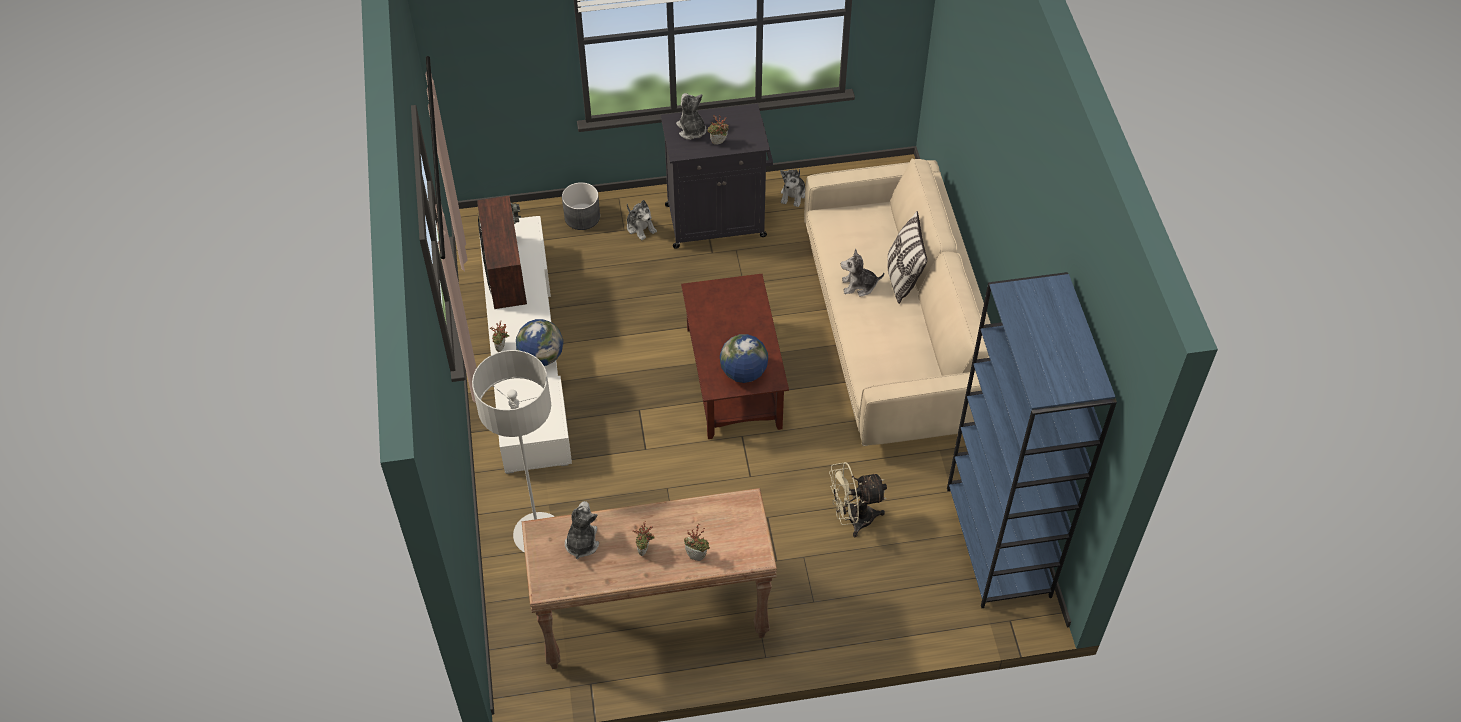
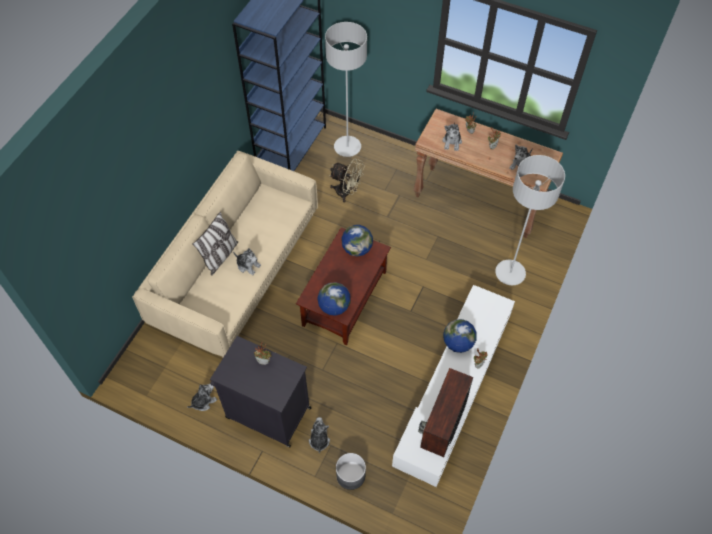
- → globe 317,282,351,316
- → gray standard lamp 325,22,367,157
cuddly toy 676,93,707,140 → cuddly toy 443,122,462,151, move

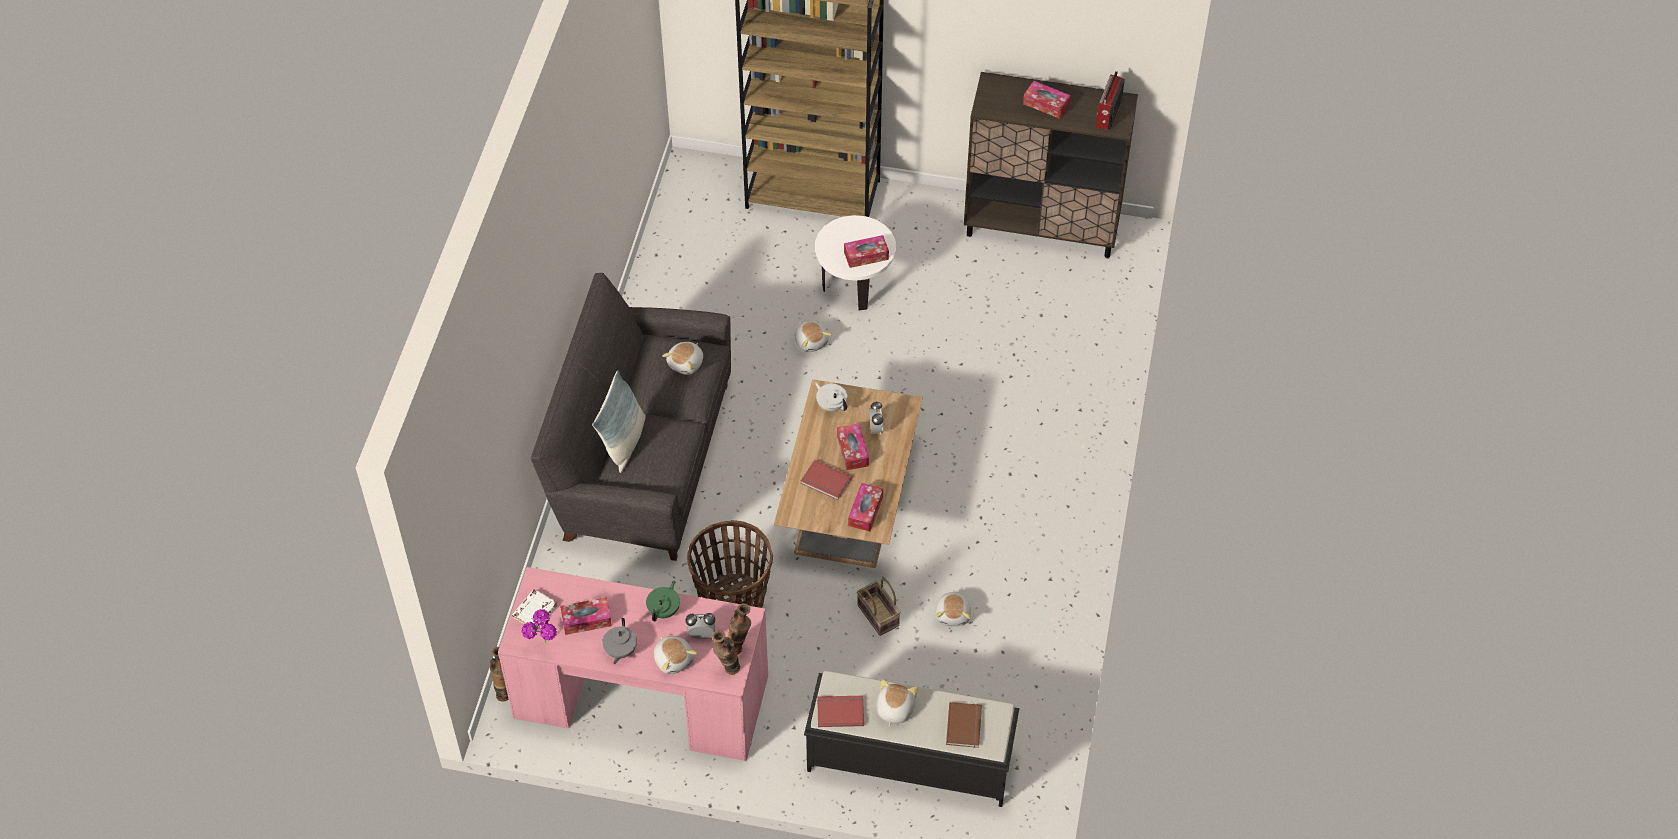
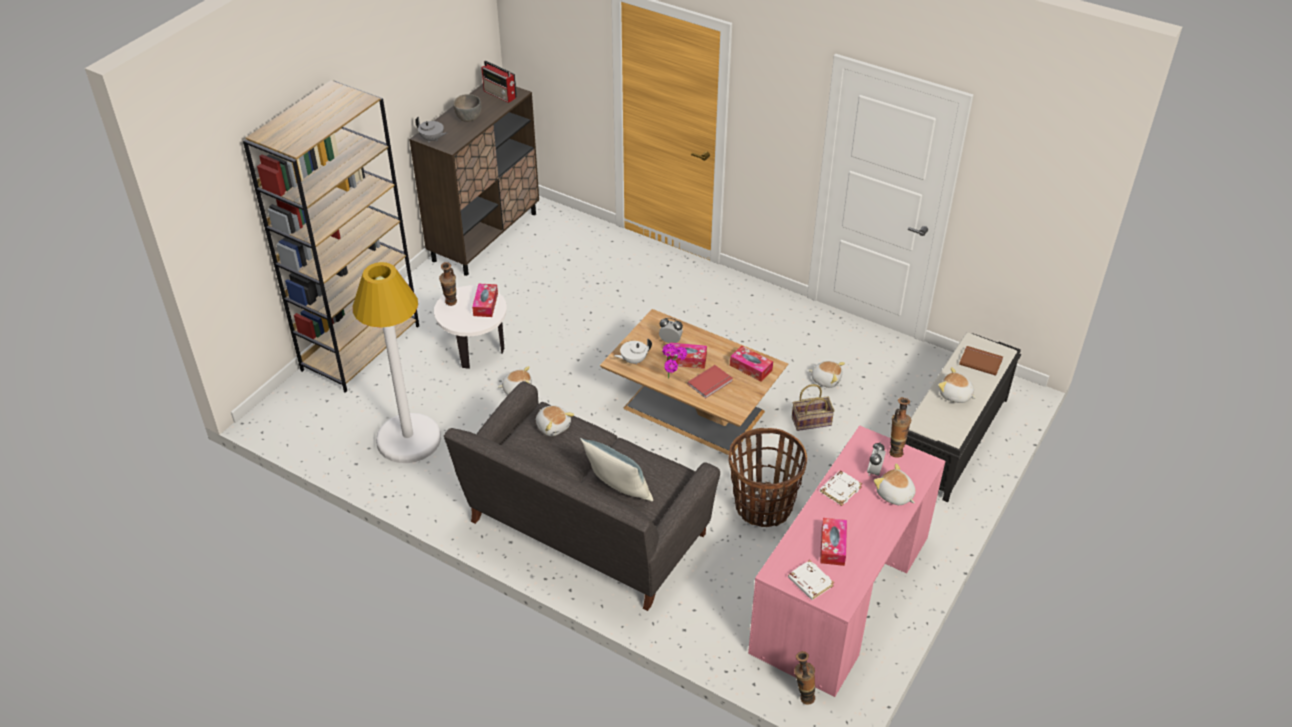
red-coloured bound book 817,696,864,727 → -
- → white-coloured standard lamp 353,262,441,463
potted plant 521,609,557,643 → potted plant 662,343,687,378, move
gray pot for tea 602,618,637,664 → gray pot for tea 415,117,447,143, move
vase 712,630,740,675 → vase 439,262,457,306, move
green-coloured pot for tea 646,581,680,622 → white-coloured bound book 820,470,862,506
tissue box 1023,81,1071,119 → gray serving bowl 454,94,481,122
cuddly toy 654,636,698,674 → cuddly toy 874,463,916,505, 120 degrees counterclockwise

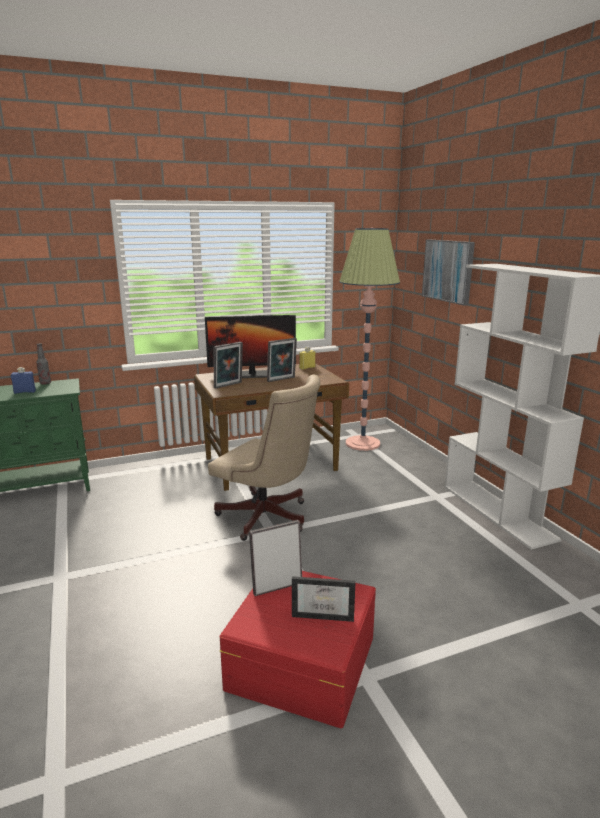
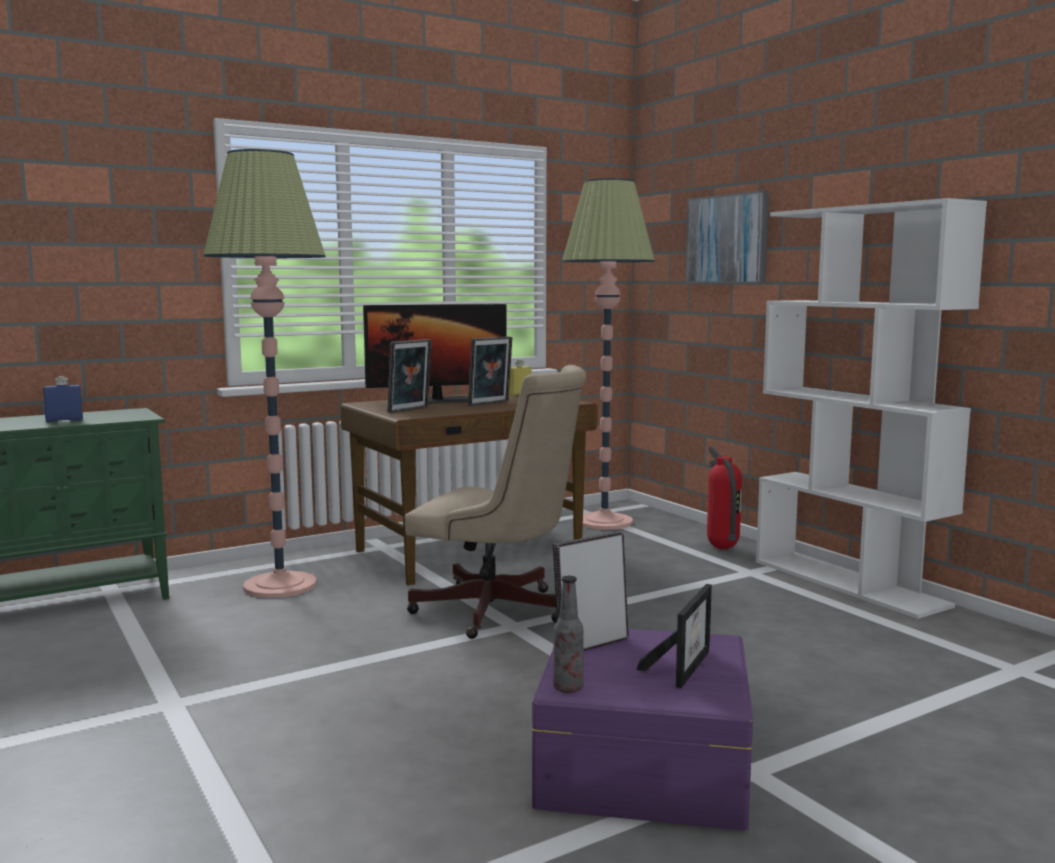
- → standard lamp 203,149,326,598
- → extinguisher 707,446,742,549
drink bottle 36,343,51,385 → drink bottle 553,576,584,693, move
red-coloured storage bin 220,571,376,728 → purple-coloured storage bin 532,629,753,830
picture frame 292,576,356,622 → picture frame 637,584,712,688, 60 degrees counterclockwise

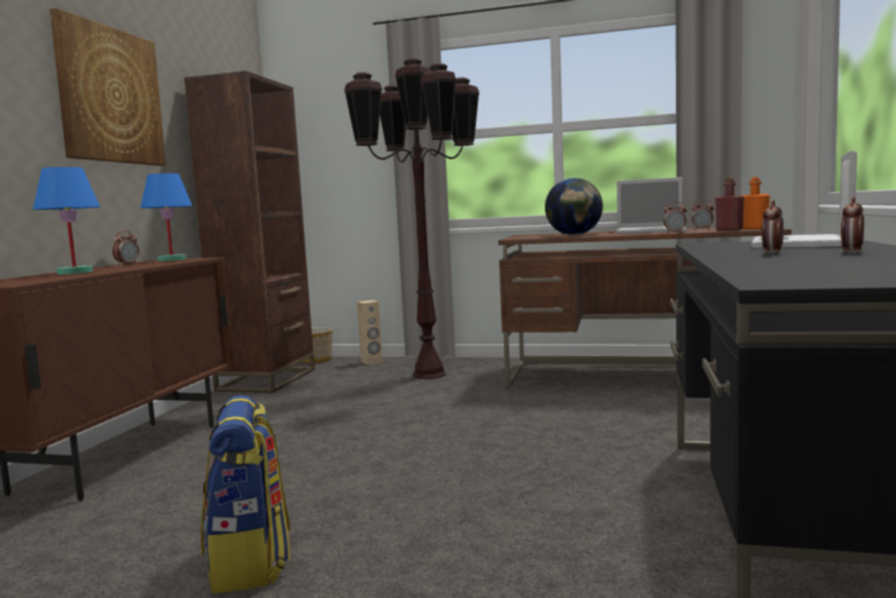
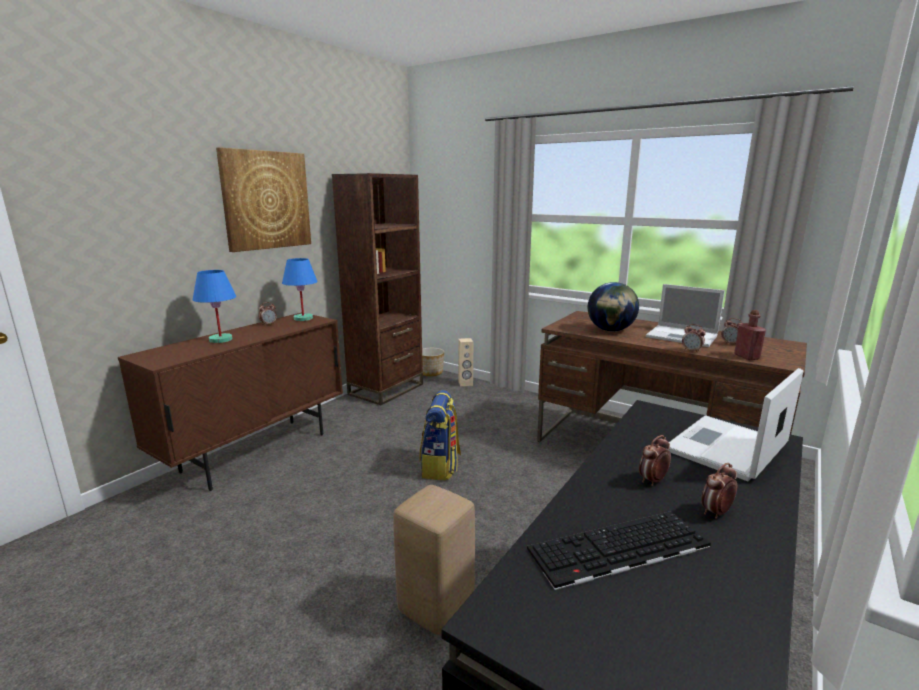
brown-coloured standard lamp 344,58,479,379 → -
orangey drink bottle 743,177,770,229 → -
- → sand-coloured sitting stool 393,485,475,636
- → PC keyboard 527,511,711,590
backpack 201,395,290,594 → backpack 419,390,461,480, move

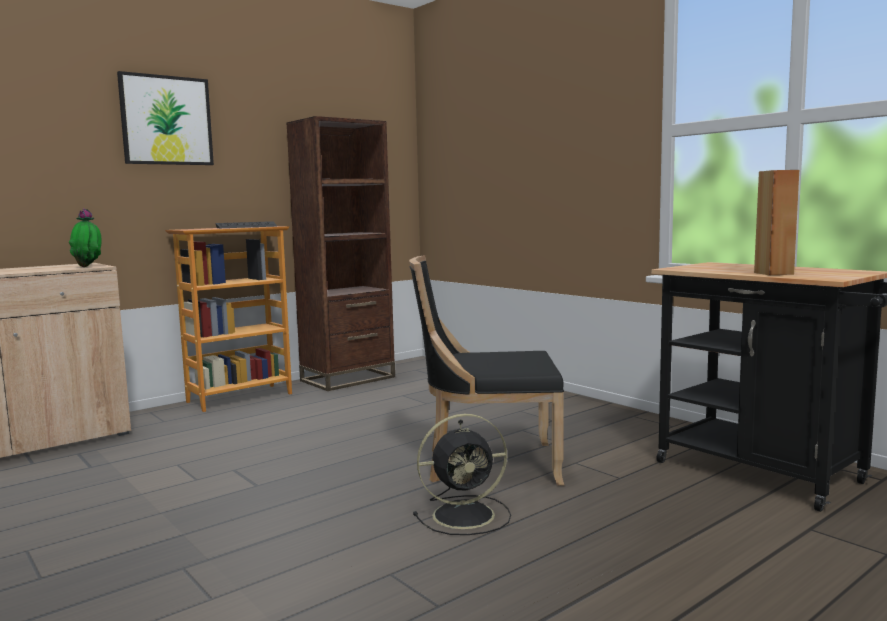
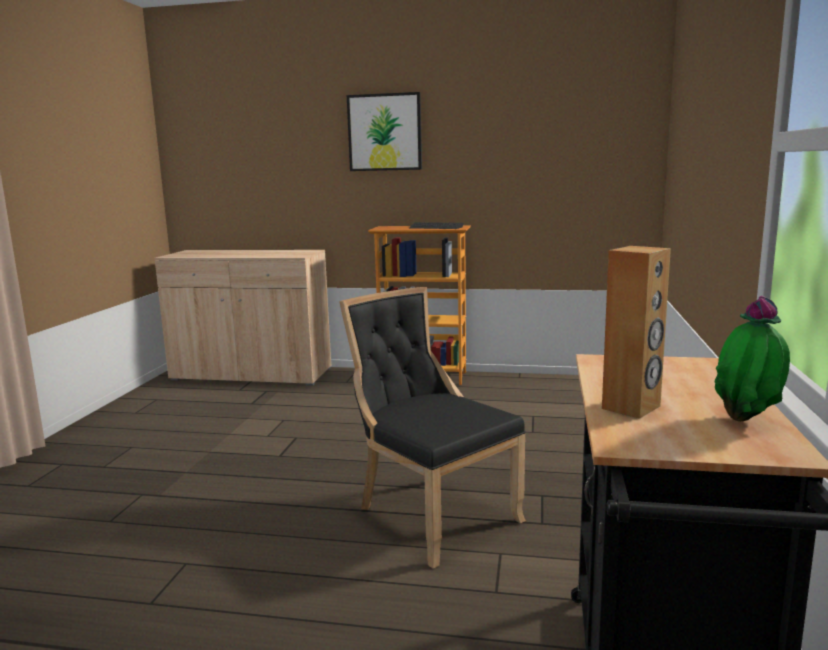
brown-coloured bookcase 286,116,395,391 → -
blackish electric fan 413,414,511,535 → -
potted plant 69,208,102,267 → potted plant 715,296,790,421, move

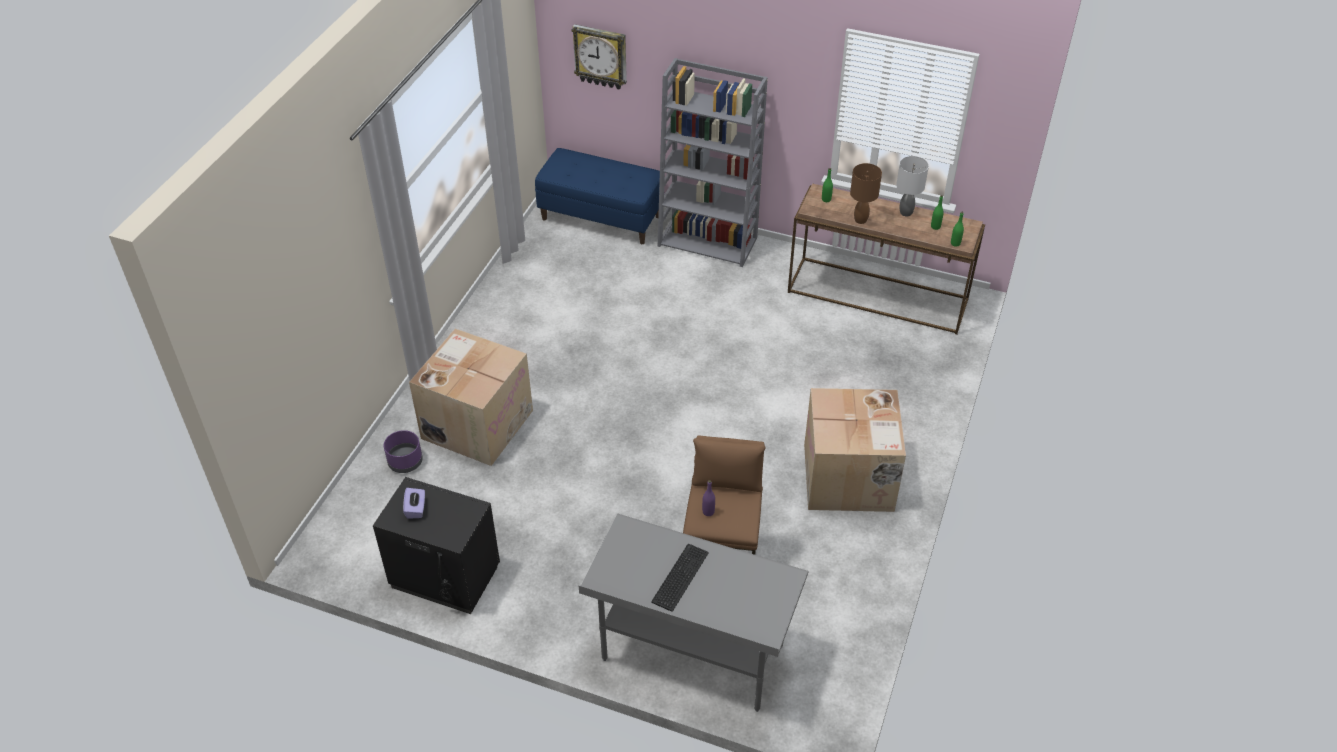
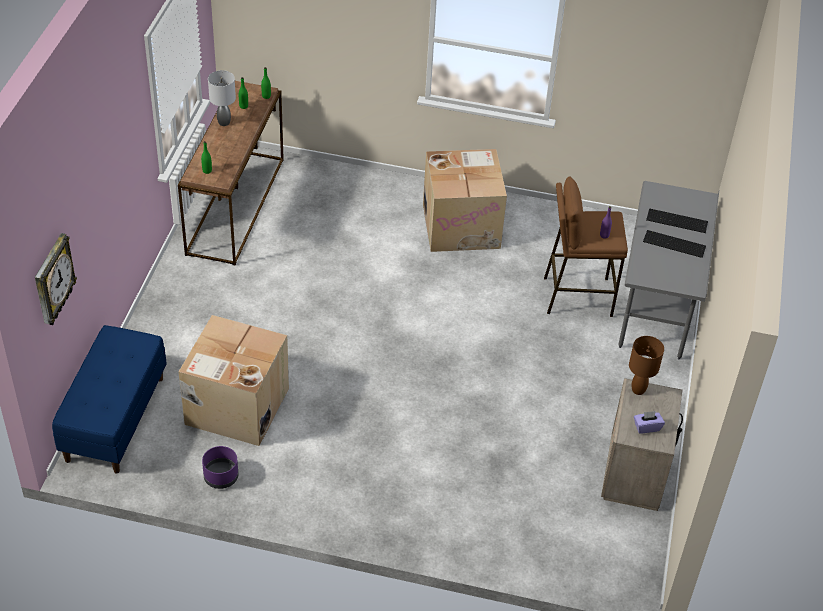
gray bookcase 658,58,768,267 → -
- → PC keyboard 646,208,708,233
purple-coloured plant pot 384,430,423,473 → purple-coloured plant pot 202,446,238,489, move
packing box 409,329,533,466 → packing box 178,315,289,446, move
brown-coloured table lamp 850,163,882,224 → brown-coloured table lamp 629,336,664,395, move
blackish nightstand 373,477,500,614 → sand-coloured nightstand 601,378,683,511

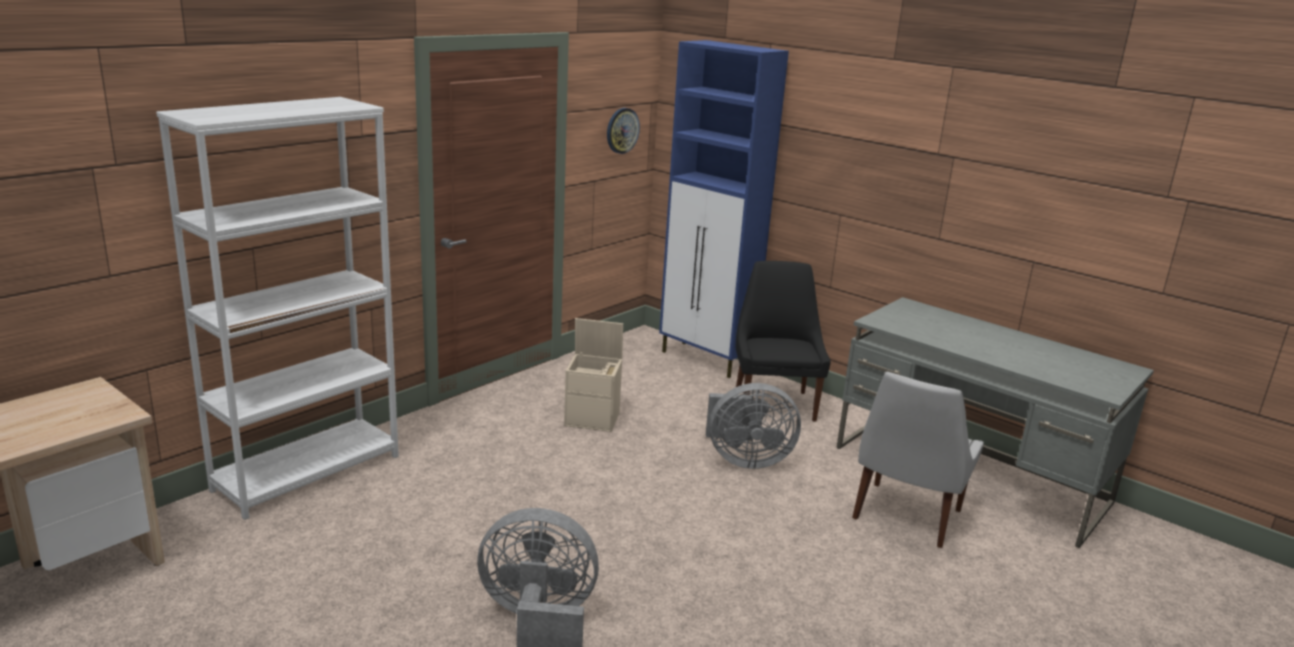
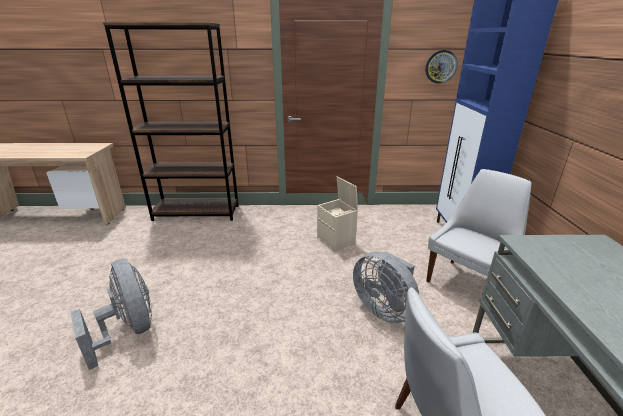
white-coloured bookcase 156,97,399,520 → brown-coloured bookcase 103,22,239,221
blackish chair 736,261,831,421 → white-coloured chair 426,169,531,283

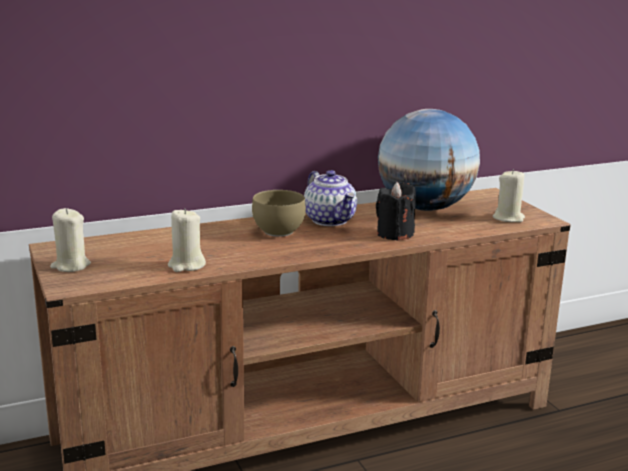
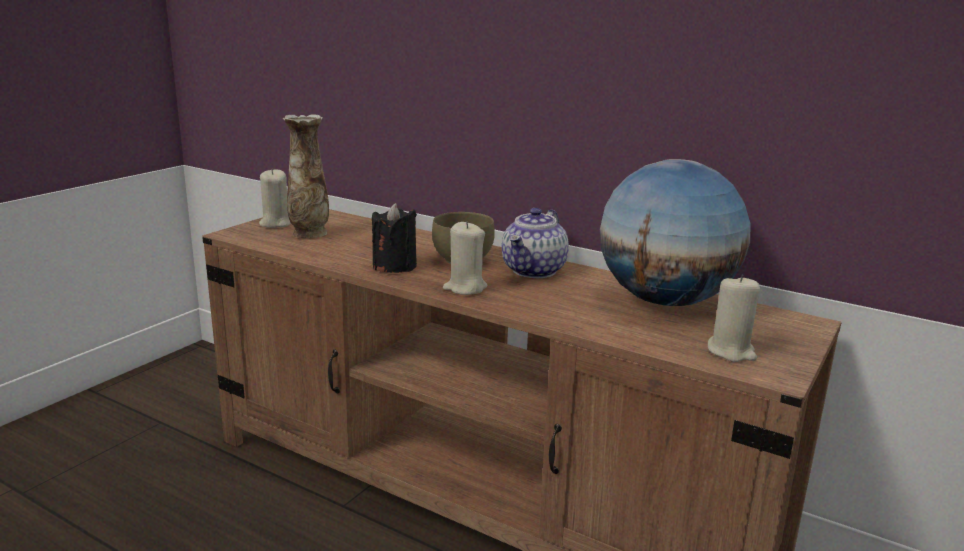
- → vase 283,115,329,238
sand-coloured candle 168,208,206,272 → sand-coloured candle 443,222,487,295, move
blackish candle 376,182,416,241 → blackish candle 372,203,417,273, move

